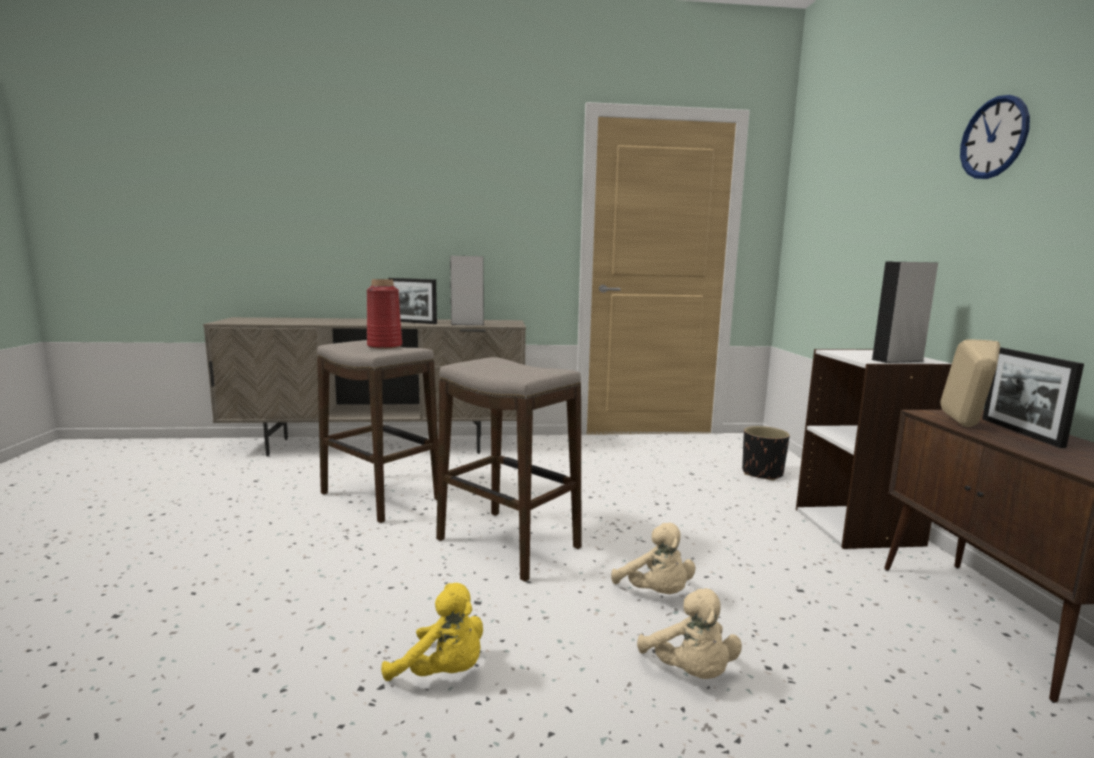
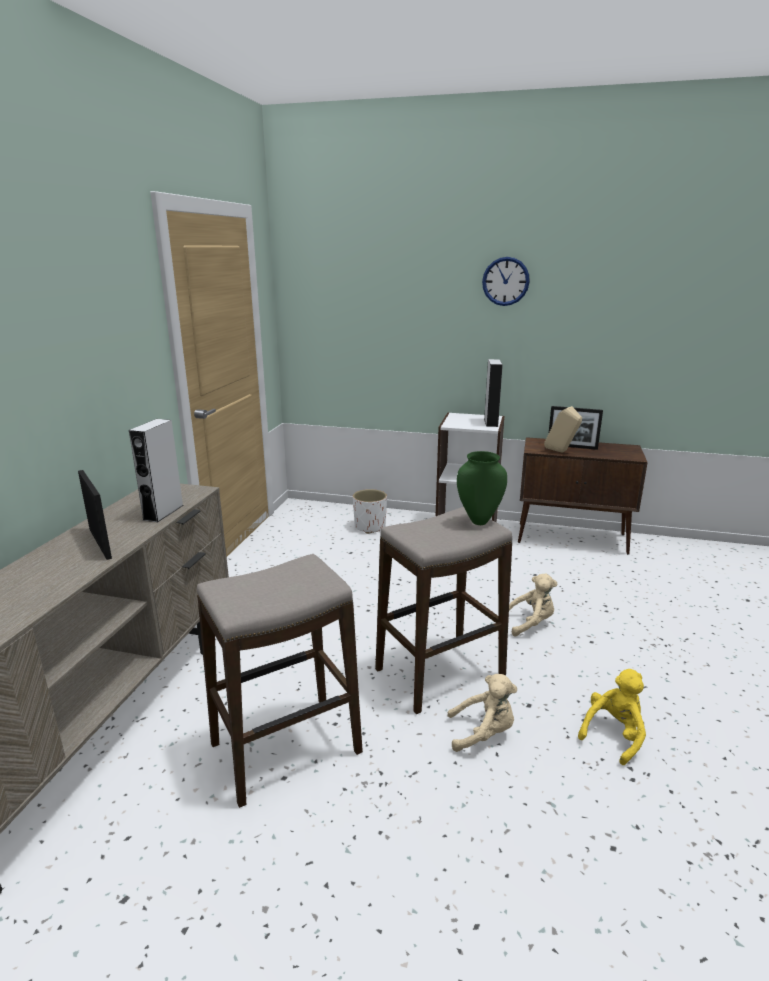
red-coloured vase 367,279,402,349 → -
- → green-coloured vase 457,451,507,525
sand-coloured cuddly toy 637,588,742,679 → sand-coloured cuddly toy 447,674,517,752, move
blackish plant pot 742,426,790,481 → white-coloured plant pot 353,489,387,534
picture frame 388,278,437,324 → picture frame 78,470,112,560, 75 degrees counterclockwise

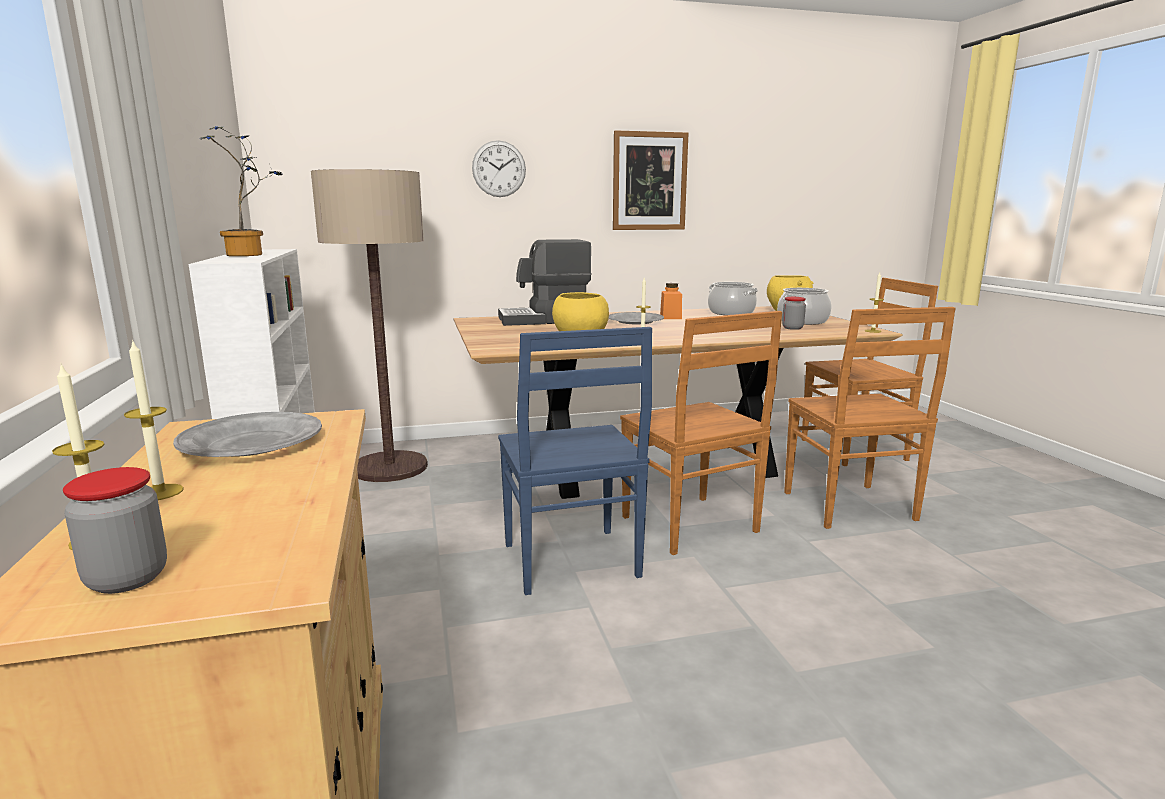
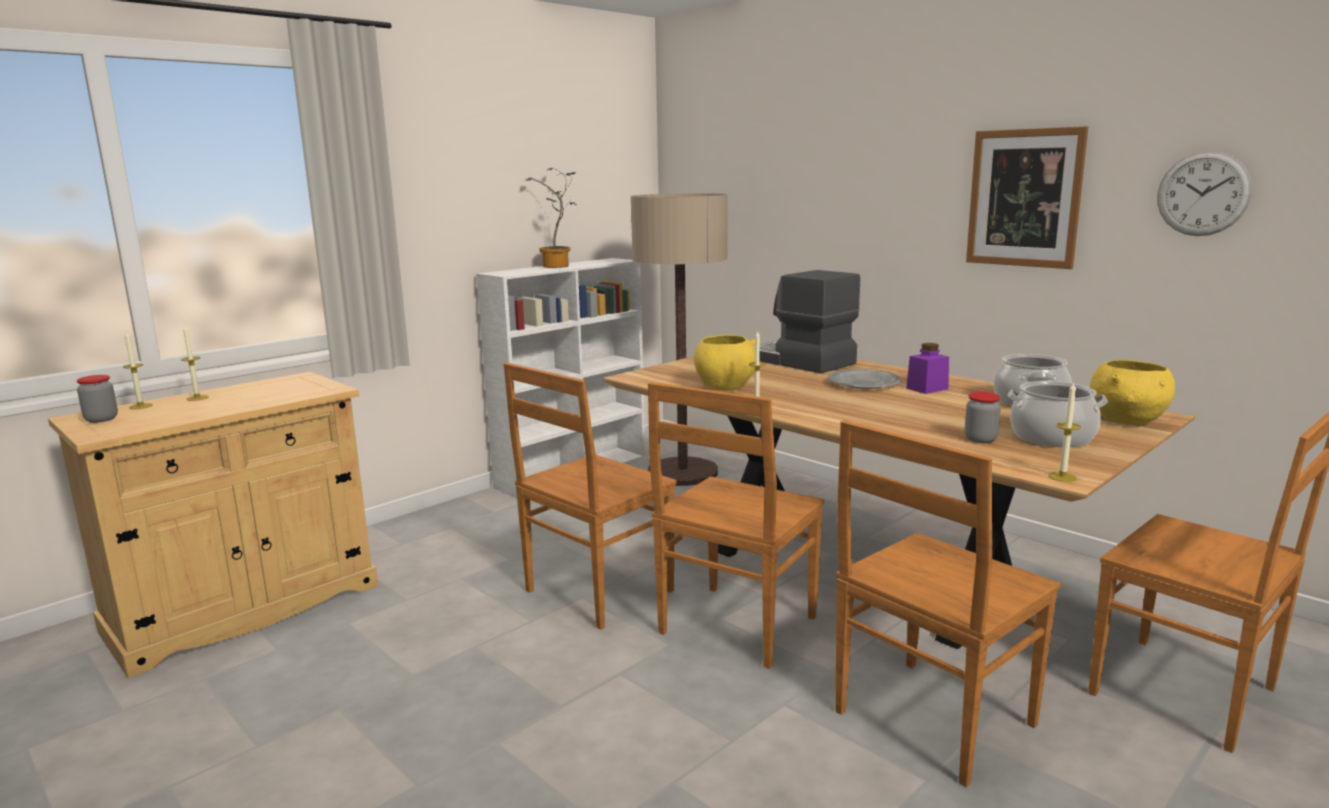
gray plate 173,412,322,457 → -
hanging clock 472,140,526,197 → hanging clock 1157,151,1252,236, move
bluish chair 498,327,652,595 → brown-coloured chair 503,362,676,630
orangey storage jar 660,283,682,319 → purple-coloured storage jar 906,343,949,394

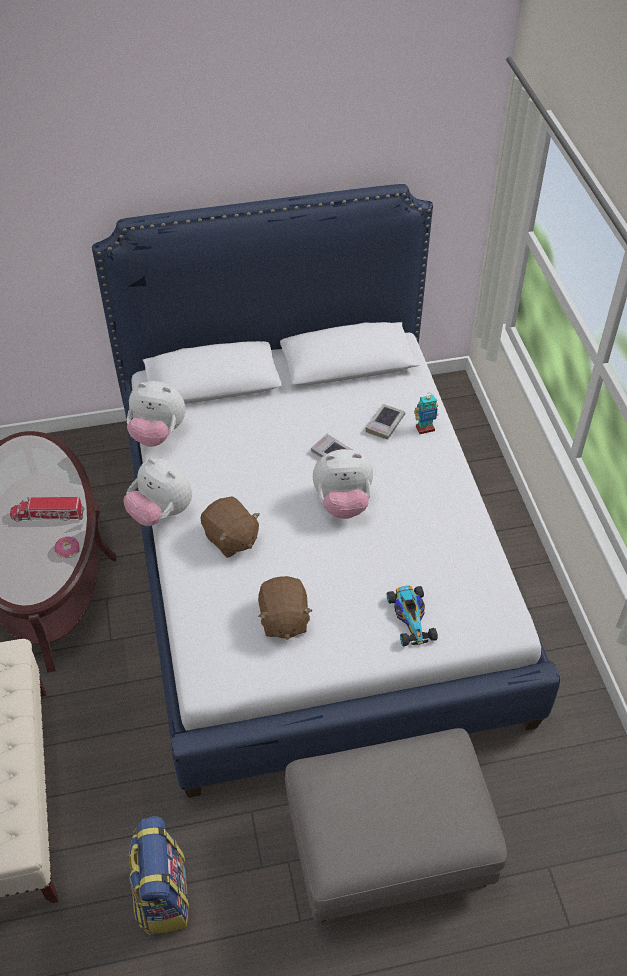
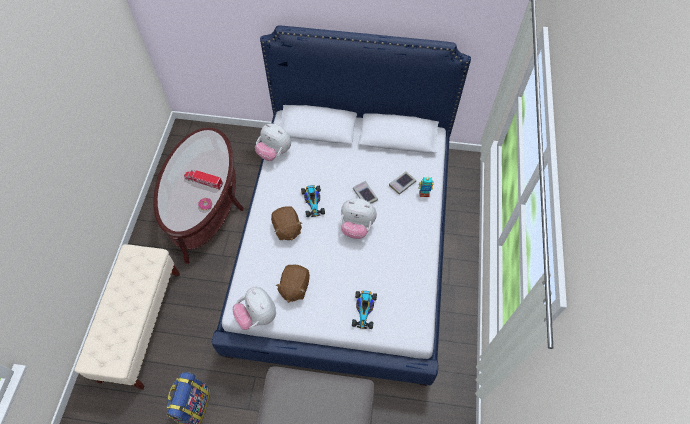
- → toy car 301,185,325,217
cuddly toy 124,458,192,526 → cuddly toy 233,287,276,330, move

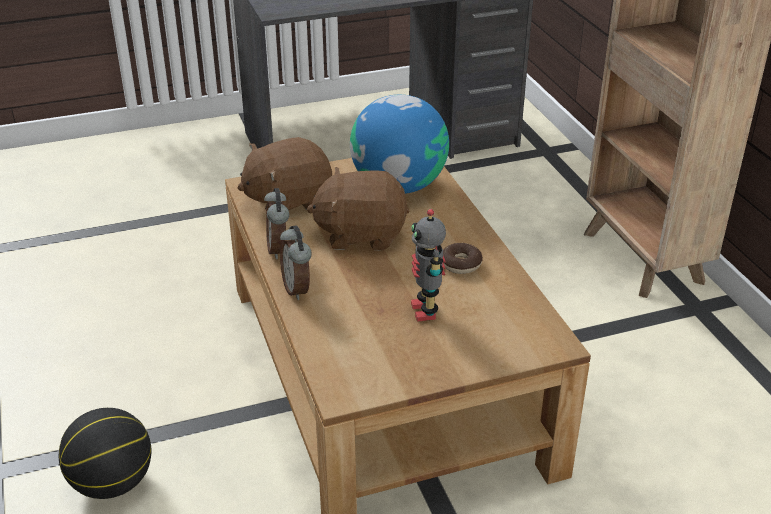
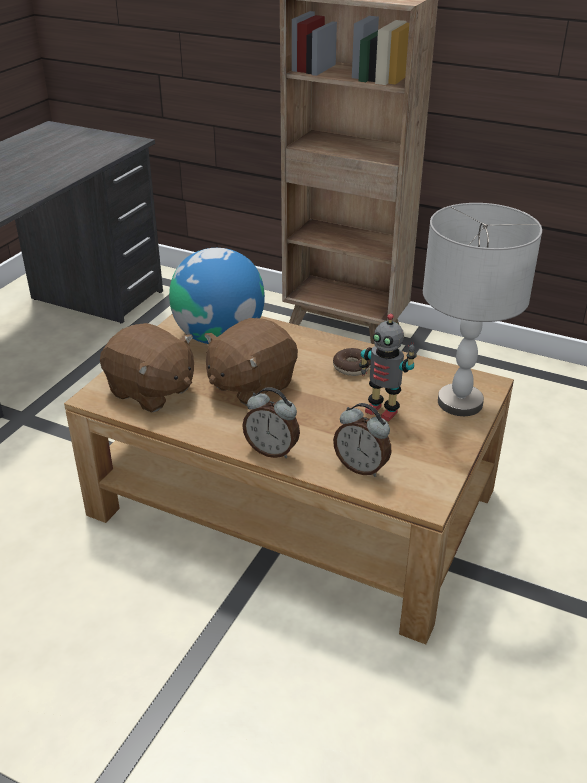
ball for basketball 59,408,151,499 → -
- → gray table lamp 423,203,542,416
table clock 264,188,289,259 → table clock 333,403,391,477, move
brown-coloured cuddly toy 238,137,332,210 → brown-coloured cuddly toy 100,323,194,413, 75 degrees counterclockwise

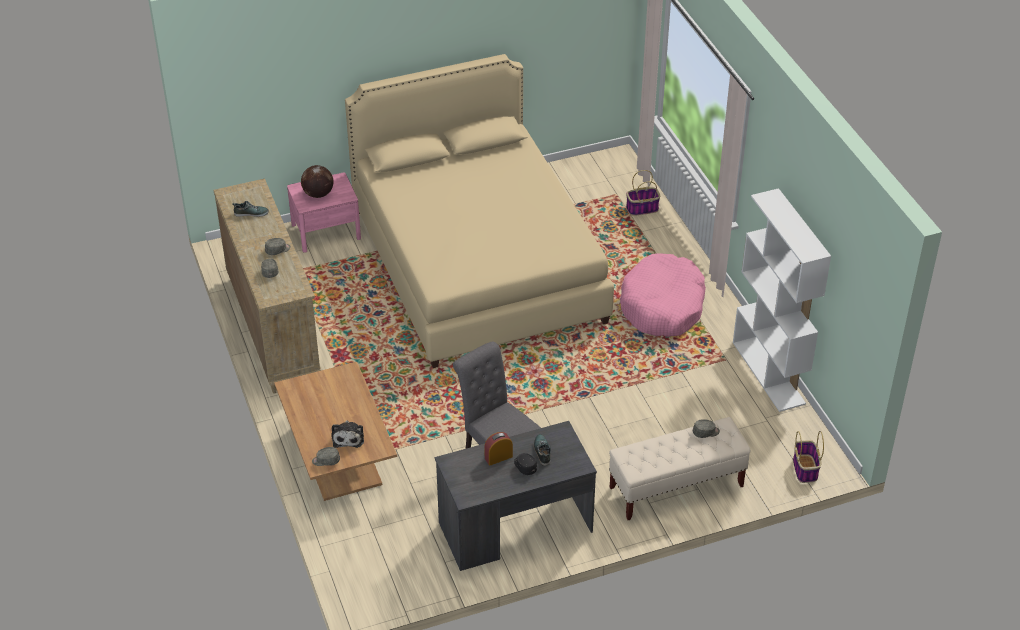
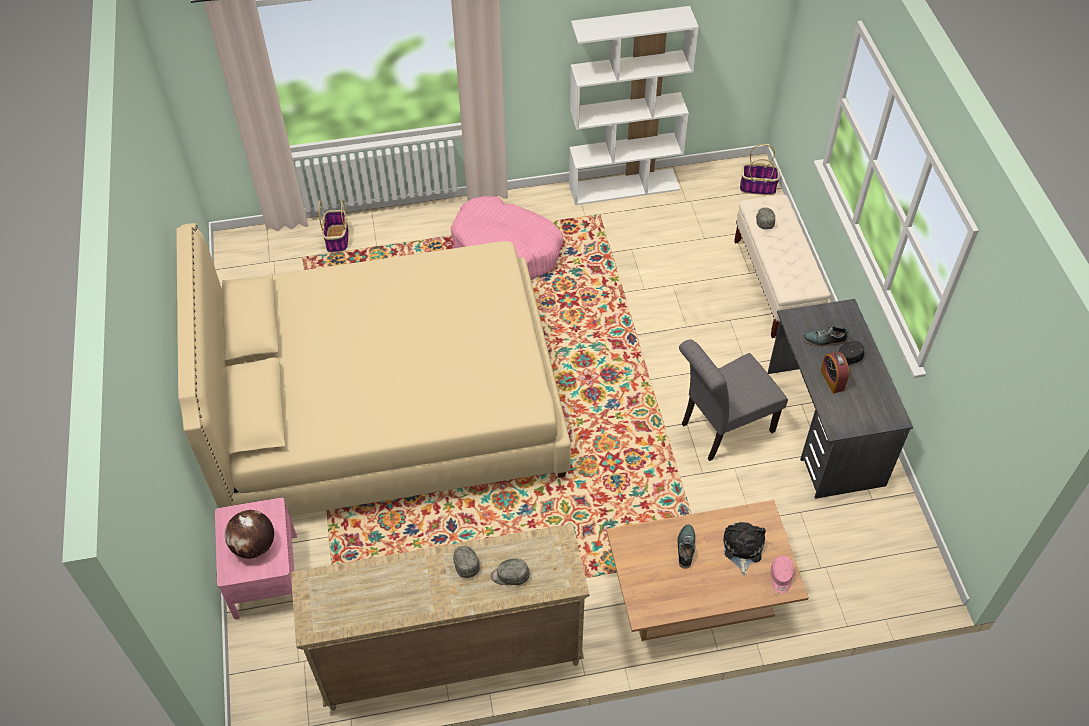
item of footwear 232,201,269,217 → item of footwear 677,525,695,569, move
gray baseball cap 312,447,340,466 → pink-coloured baseball cap 771,556,794,594
cuddly toy 332,420,364,448 → cuddly toy 723,522,766,576, 90 degrees counterclockwise

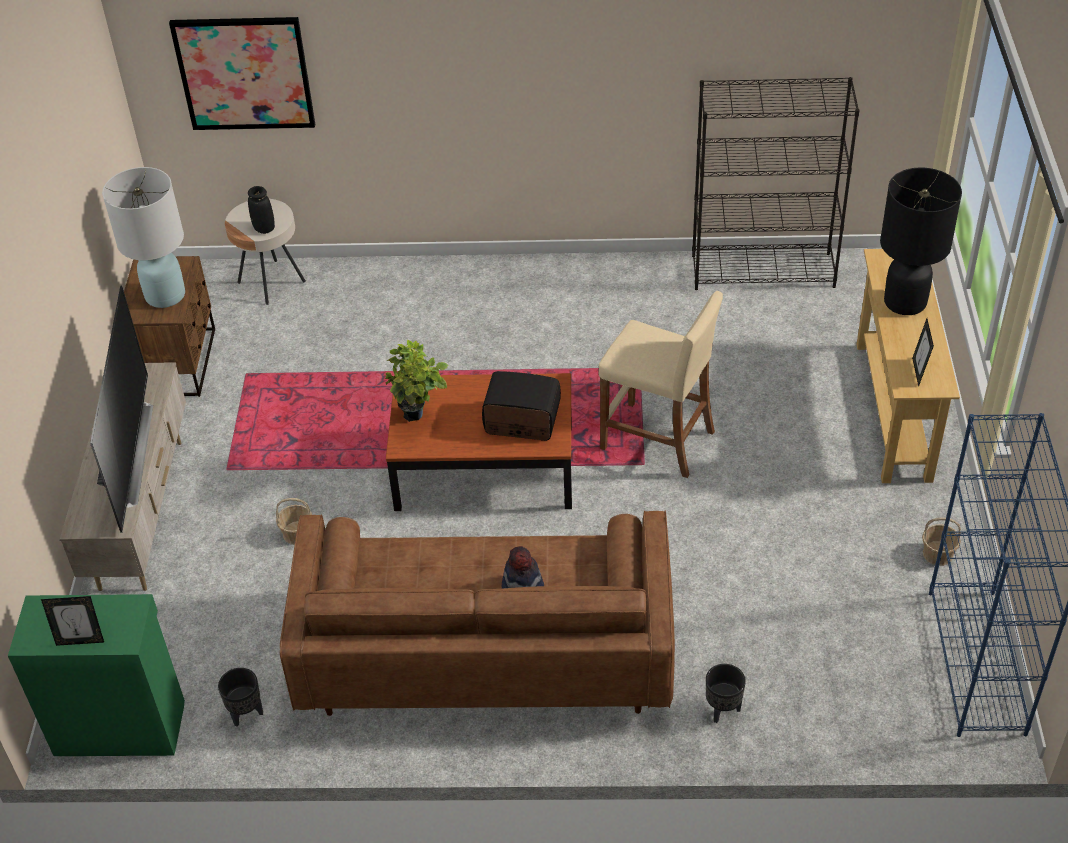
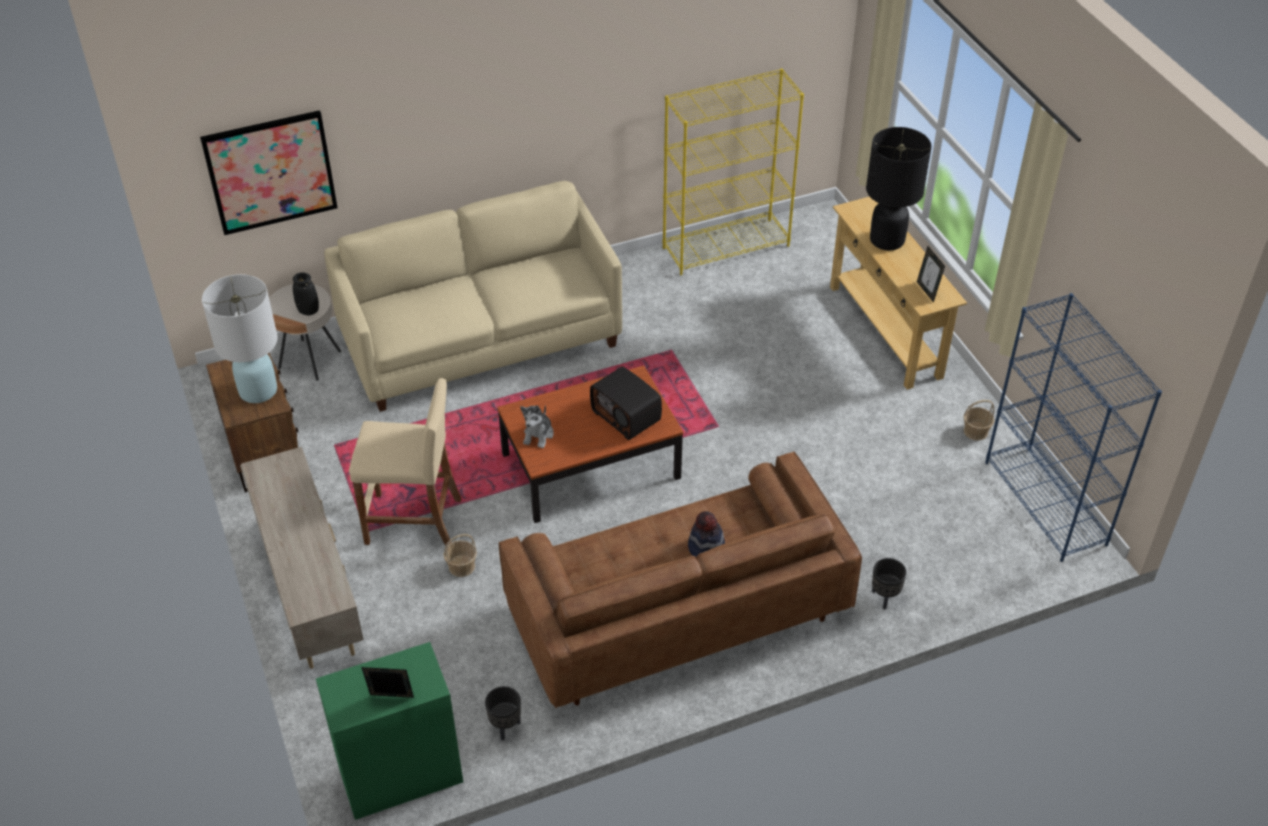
TV set 90,286,153,533 → -
- → sand-coloured couch 324,181,622,412
sand-coloured sitting stool 599,291,723,478 → sand-coloured sitting stool 349,378,461,546, move
potted plant 385,339,449,422 → cuddly toy 520,405,554,448
blackish bookcase 692,77,860,290 → yellowish bookcase 662,69,804,275
picture frame 41,596,104,646 → picture frame 361,667,414,698, 150 degrees counterclockwise
radio 482,371,561,441 → radio 590,366,662,440, 120 degrees counterclockwise

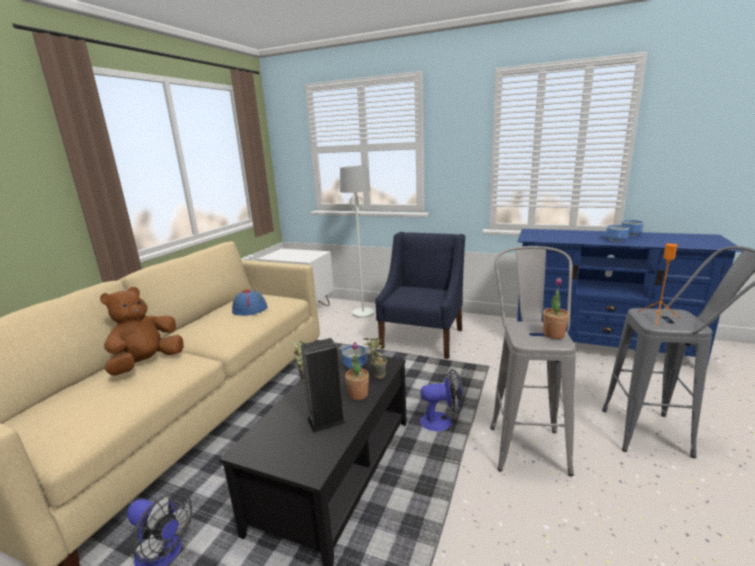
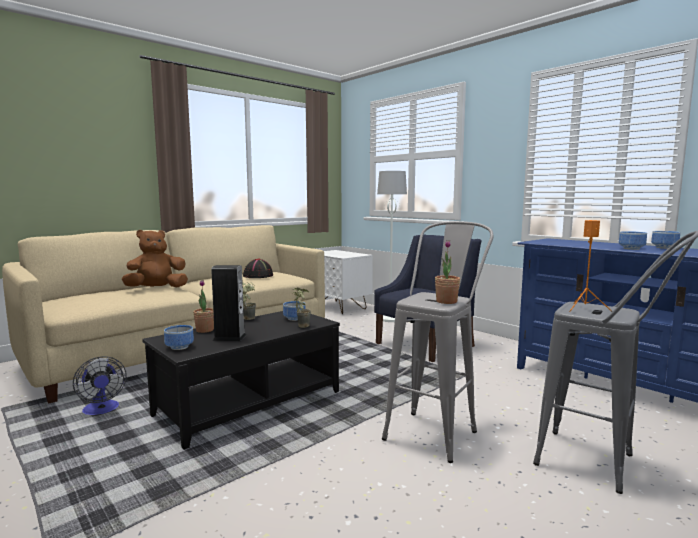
electric fan 420,369,464,431 → -
- → serving bowl 164,325,194,350
potted plant 345,342,369,400 → potted plant 193,280,214,333, move
bluish wearable hat 232,290,268,316 → blackish wearable hat 243,259,273,278

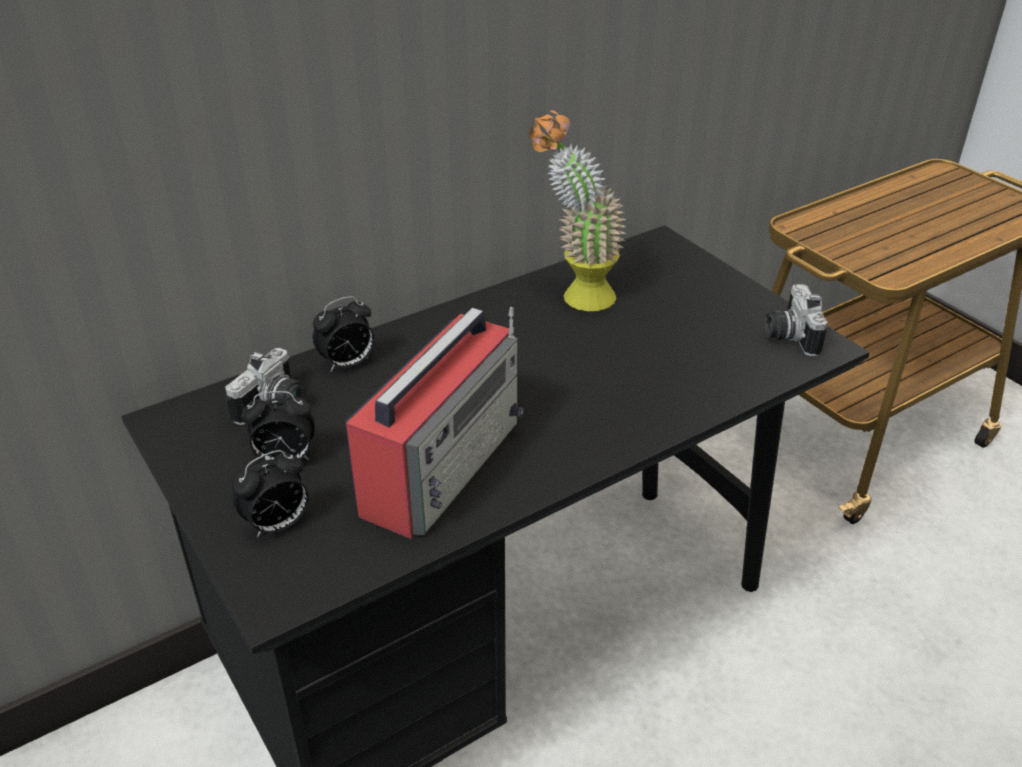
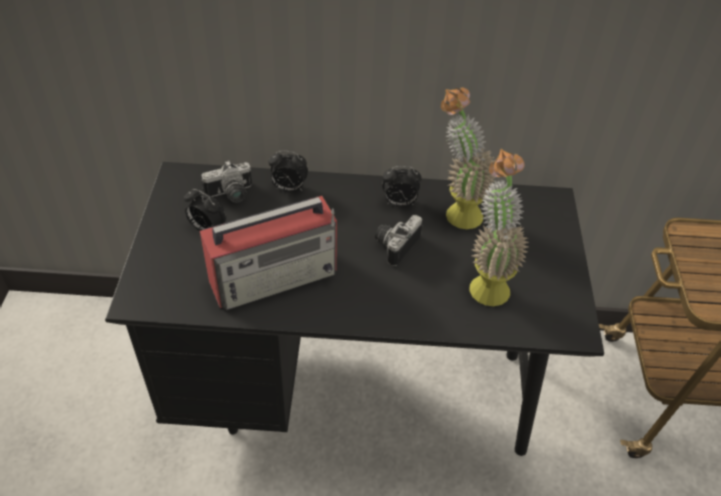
- → potted plant 470,149,529,306
table clock 232,450,309,538 → table clock 383,166,422,207, move
photo camera 765,284,828,356 → photo camera 375,215,423,266, move

